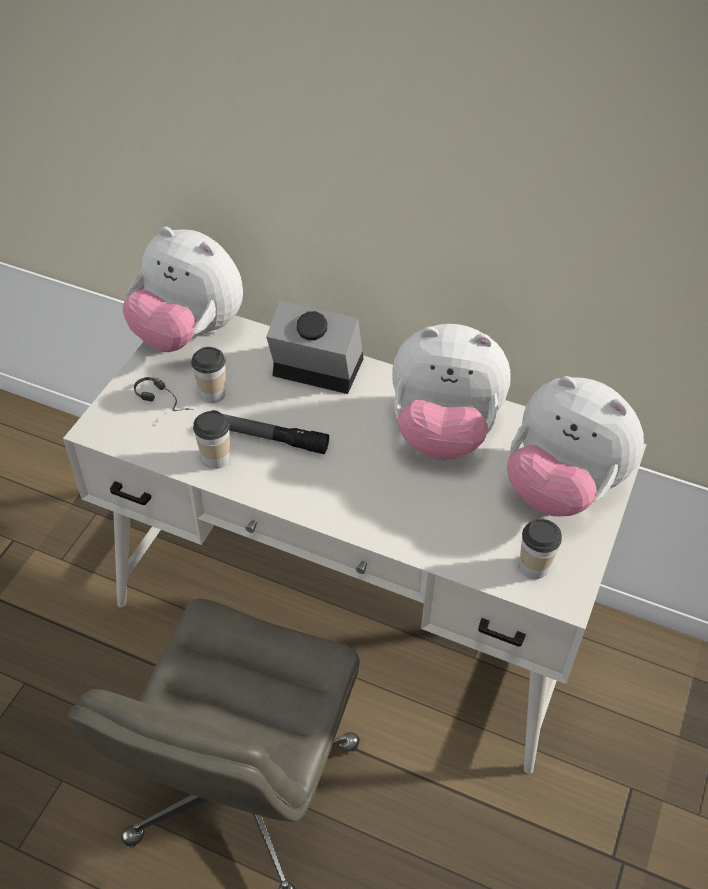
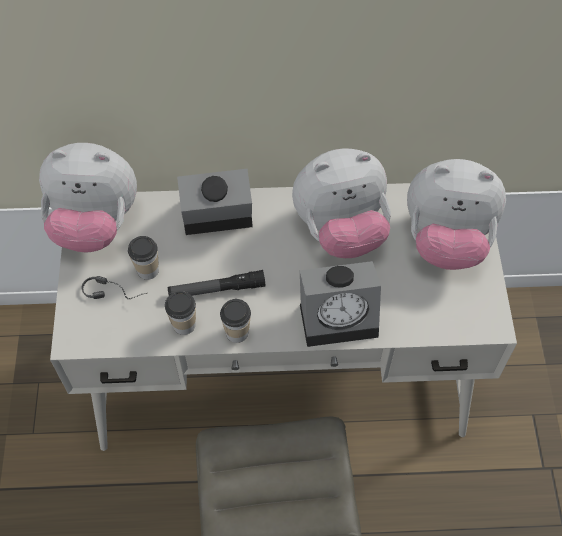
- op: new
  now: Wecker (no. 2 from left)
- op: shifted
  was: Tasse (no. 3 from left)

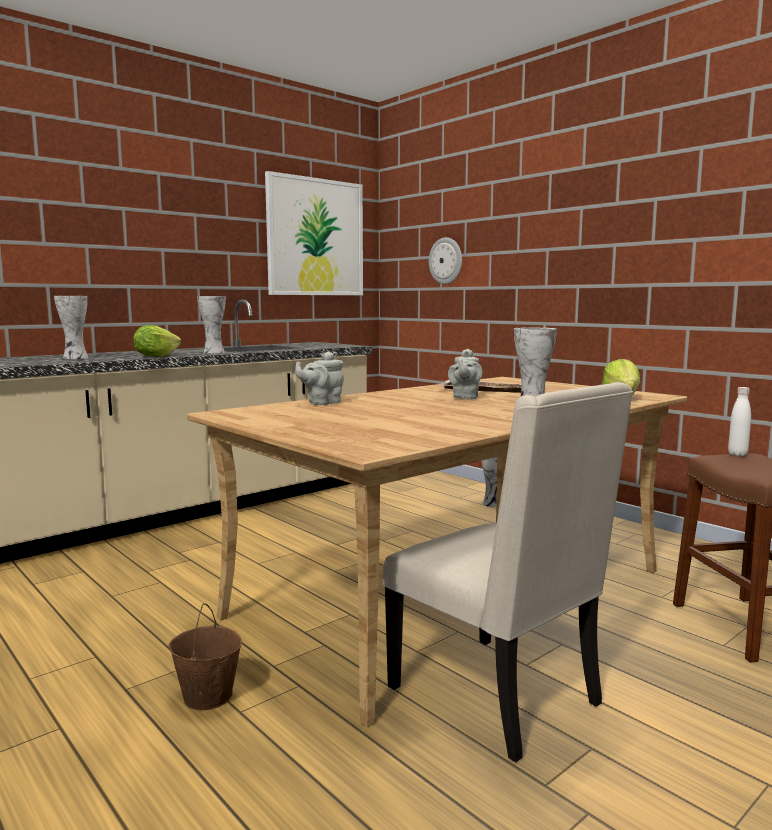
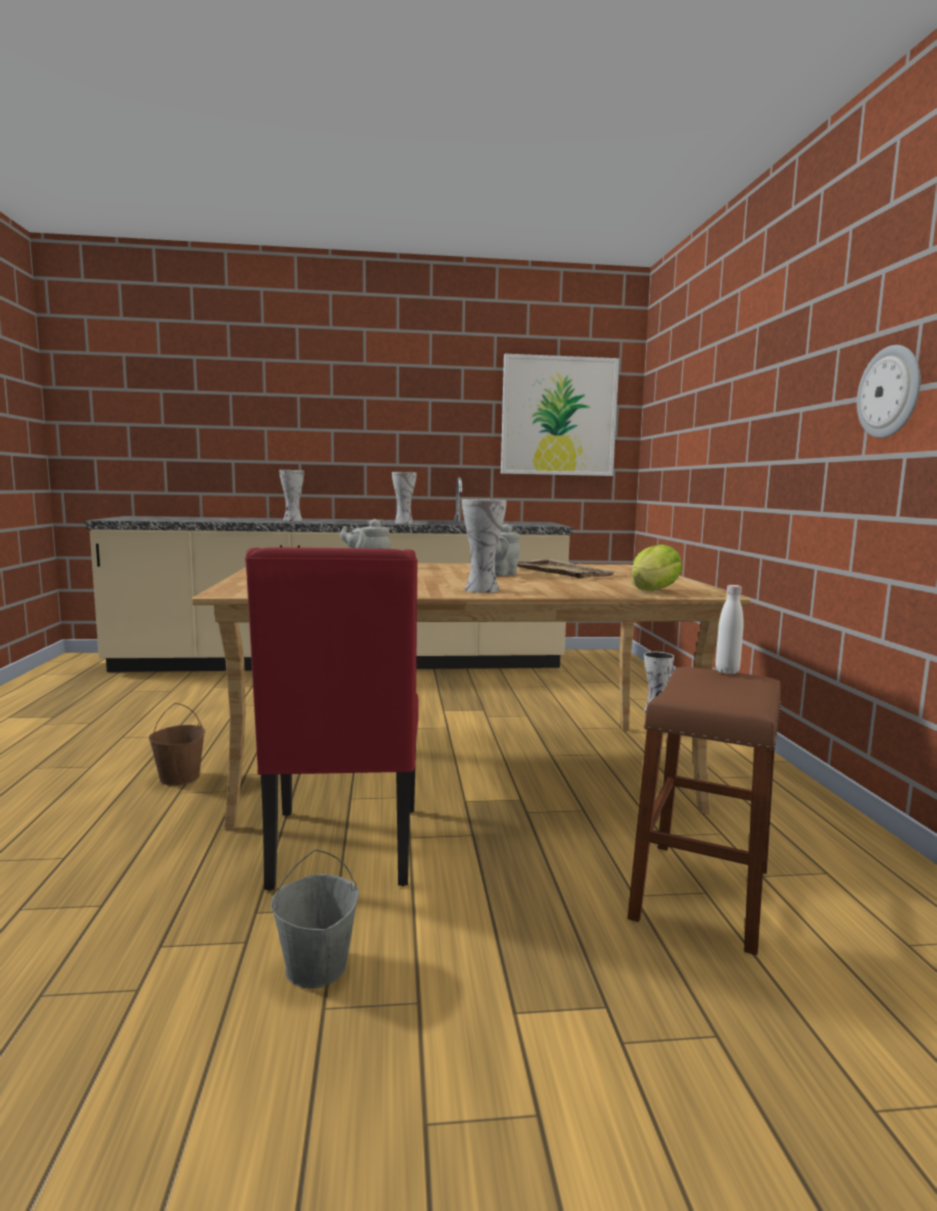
- op: gone
  was: Salatkopf (no. 1 from left)
- op: new
  now: Eimer [grau]
- op: shifted
  was: Wanduhr
- op: repainted
  was: Stuhl [beige]
  now: Stuhl [rot]

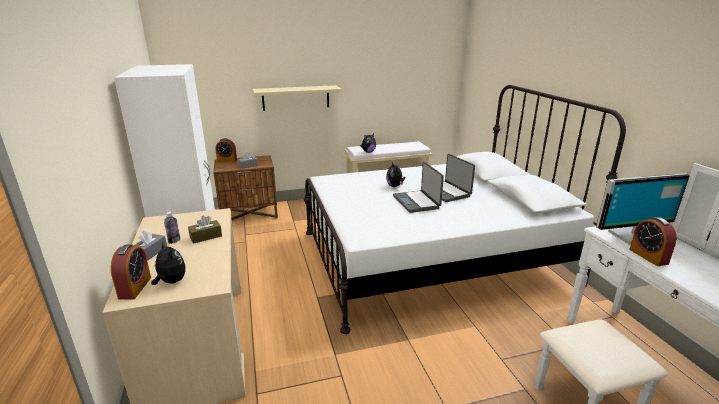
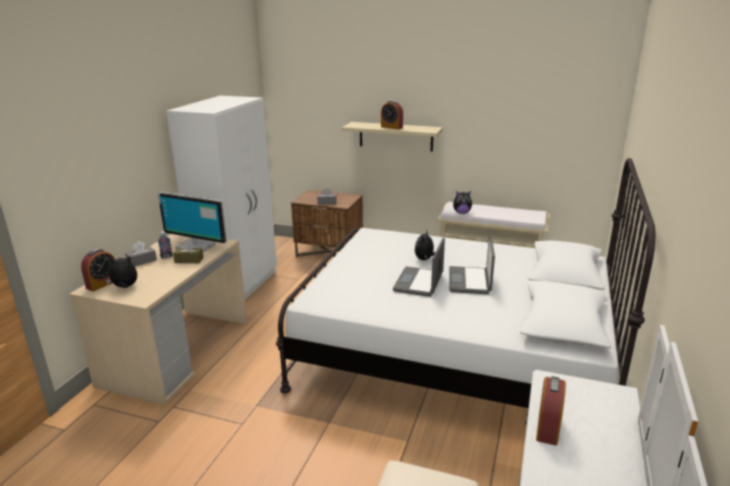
- op: shifted
  was: Wecker (no. 2 from left)
- op: shifted
  was: Monitor
- op: rotated
  was: Plüschtier (no. 1 from left)
  clockwise: -90

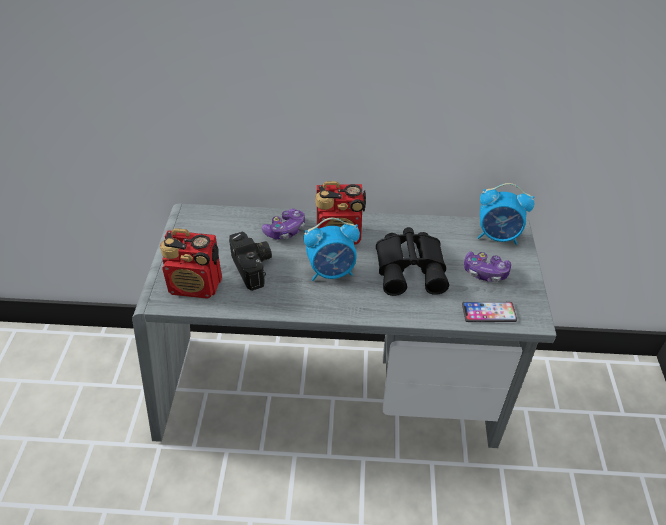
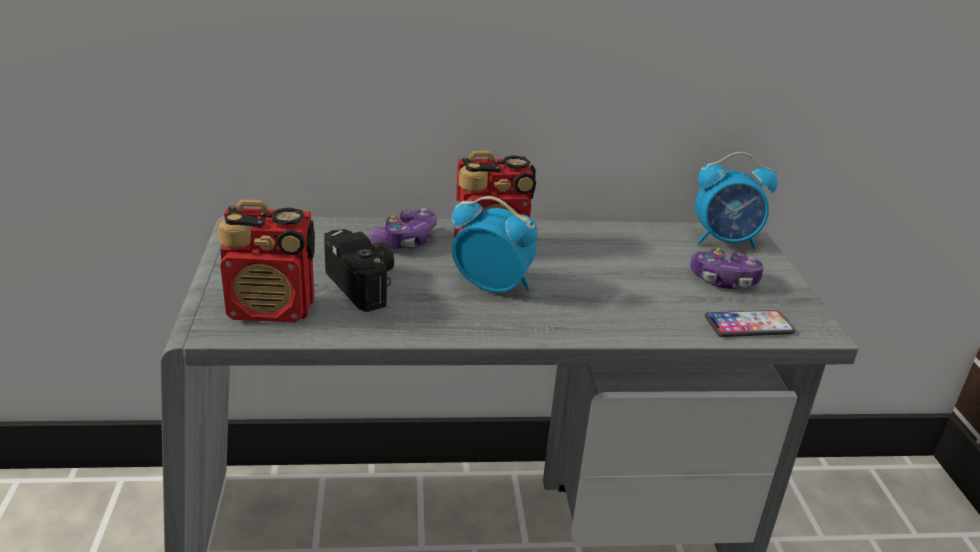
- op: gone
  was: Fernglas [schwarz]
- op: rotated
  was: Wecker (no. 1 from left)
  clockwise: -135

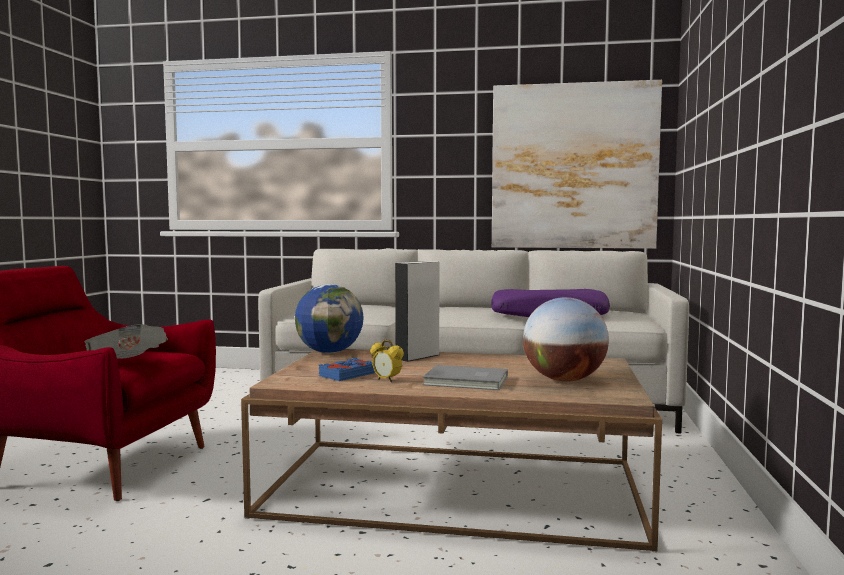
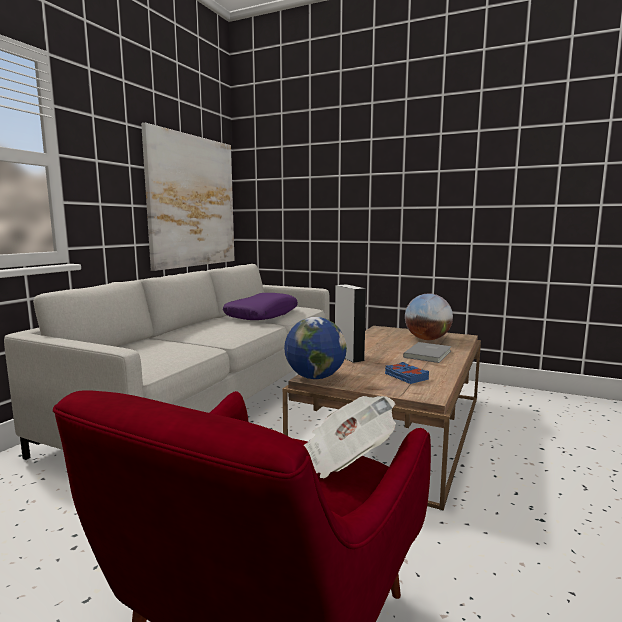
- op: gone
  was: Wecker

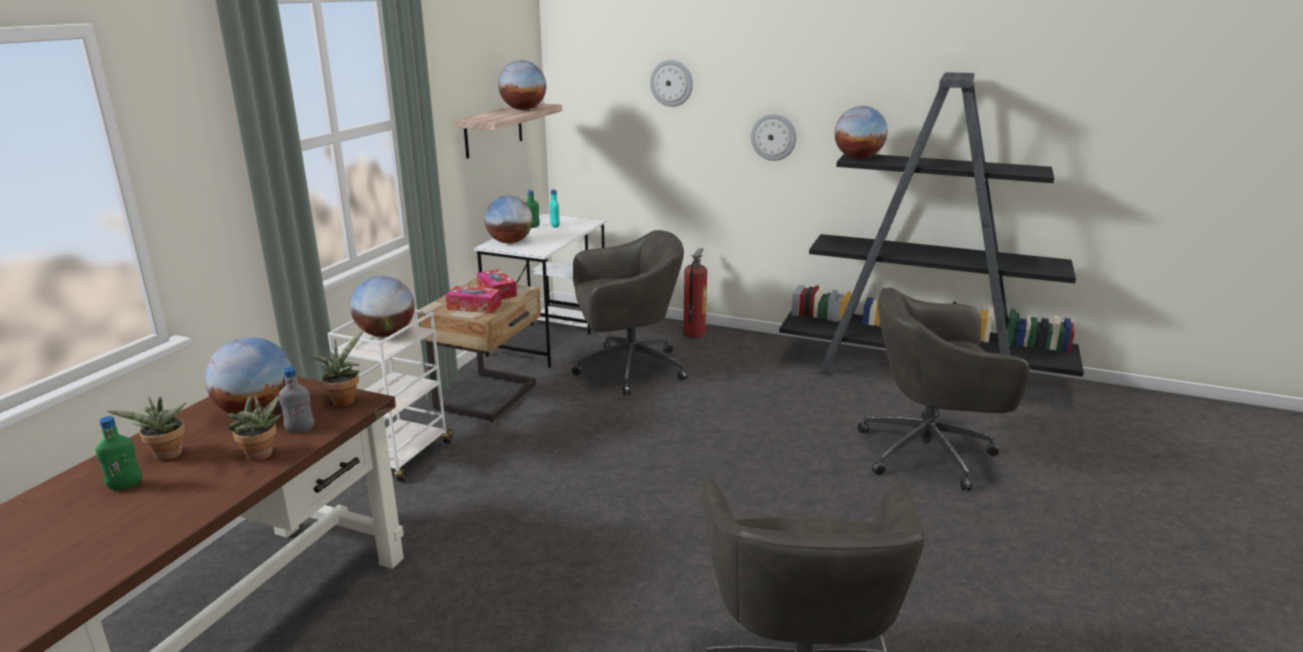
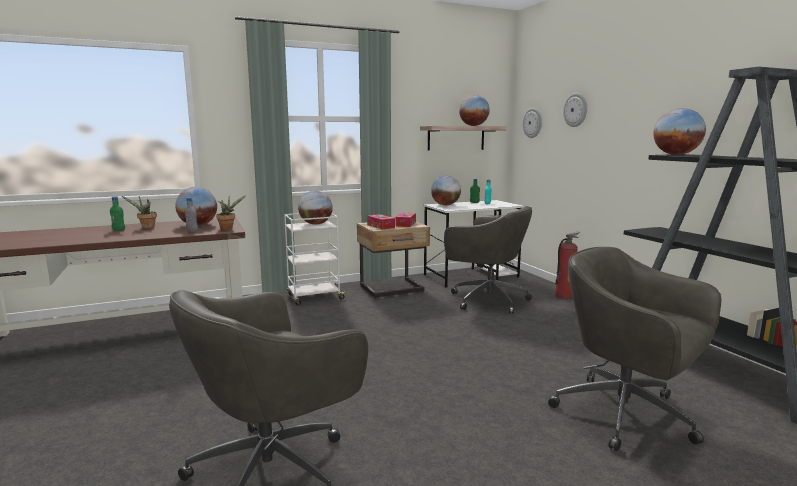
- op: gone
  was: Topfpflanze (no. 2 from left)
- op: shifted
  was: Wanduhr (no. 2 from left in the first image)
  now: Wanduhr (no. 1 from left)

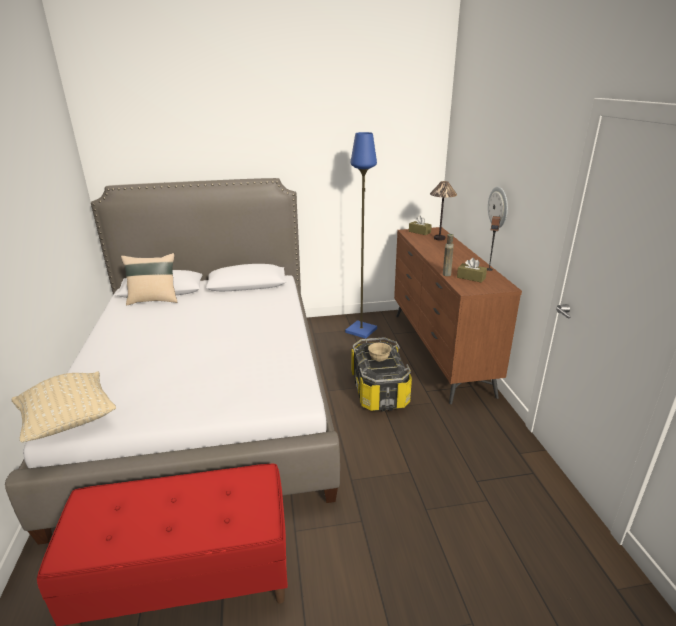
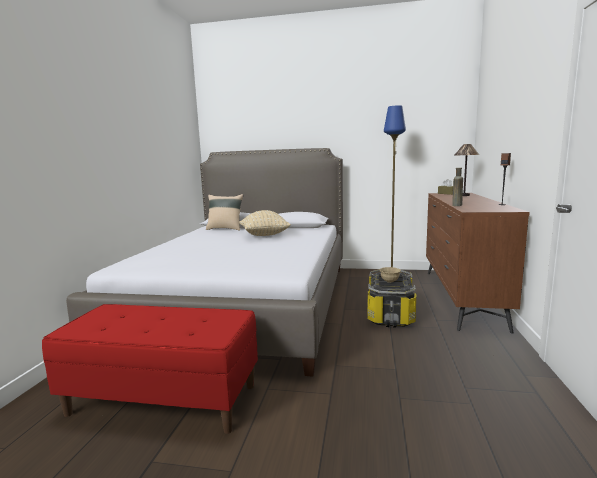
- op: gone
  was: Taschentuchbox [braun] (no. 2 from left)
- op: gone
  was: Wanduhr
- op: shifted
  was: Kissen [beige] (no. 1 from left in the first image)
  now: Kissen [beige] (no. 2 from left)

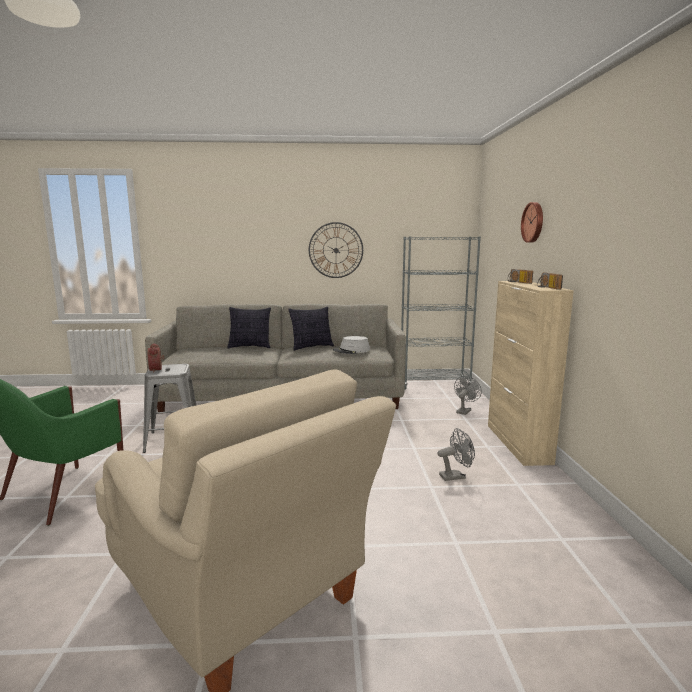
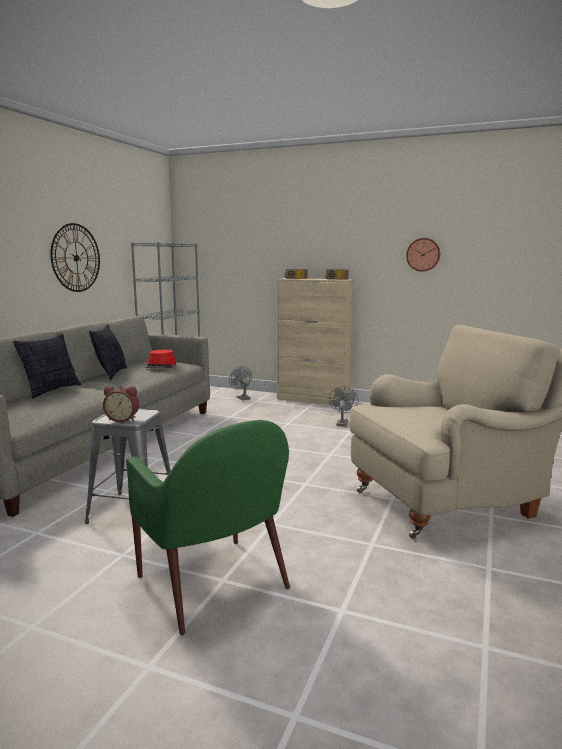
- op: shifted
  was: Wanduhr (no. 2 from left)
- op: repainted
  was: Hut [grau]
  now: Hut [rot]

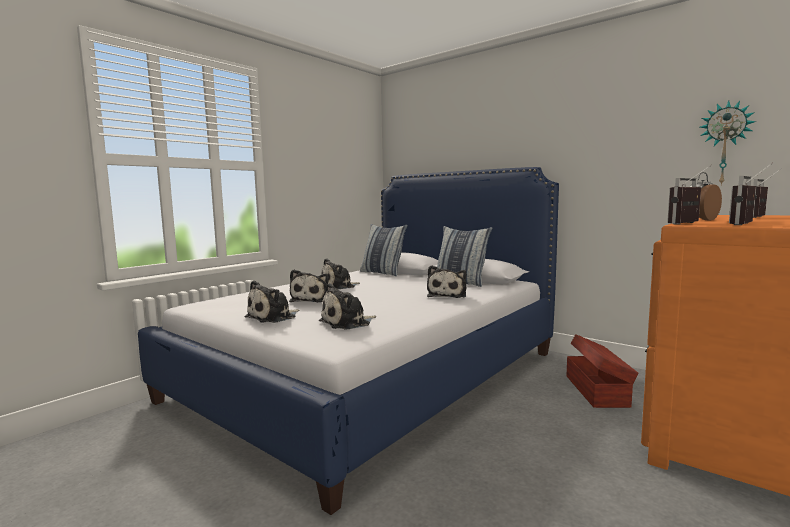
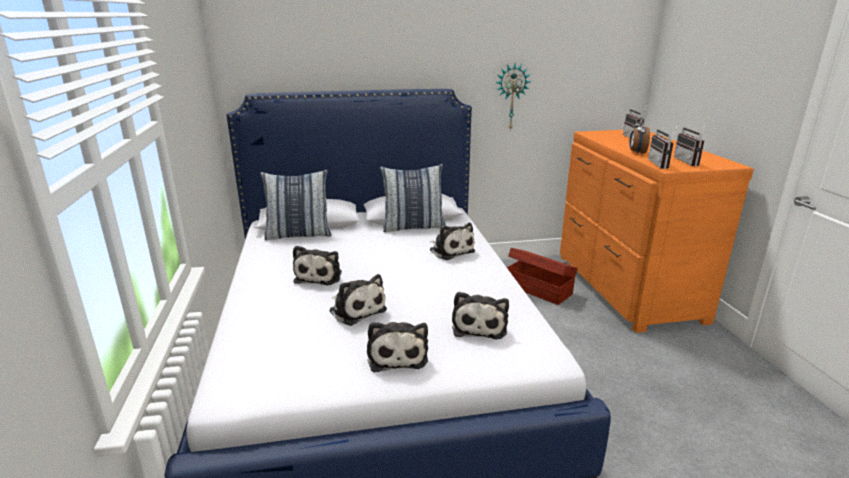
- op: shifted
  was: Wanduhr

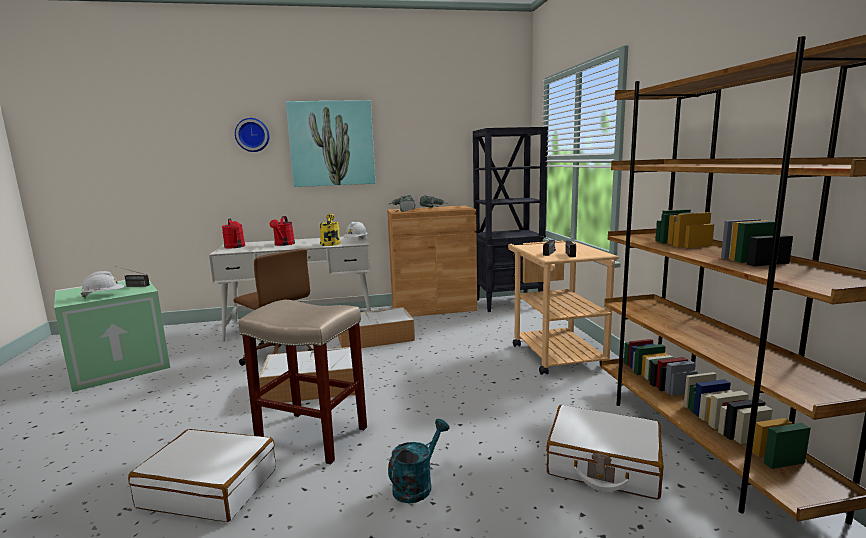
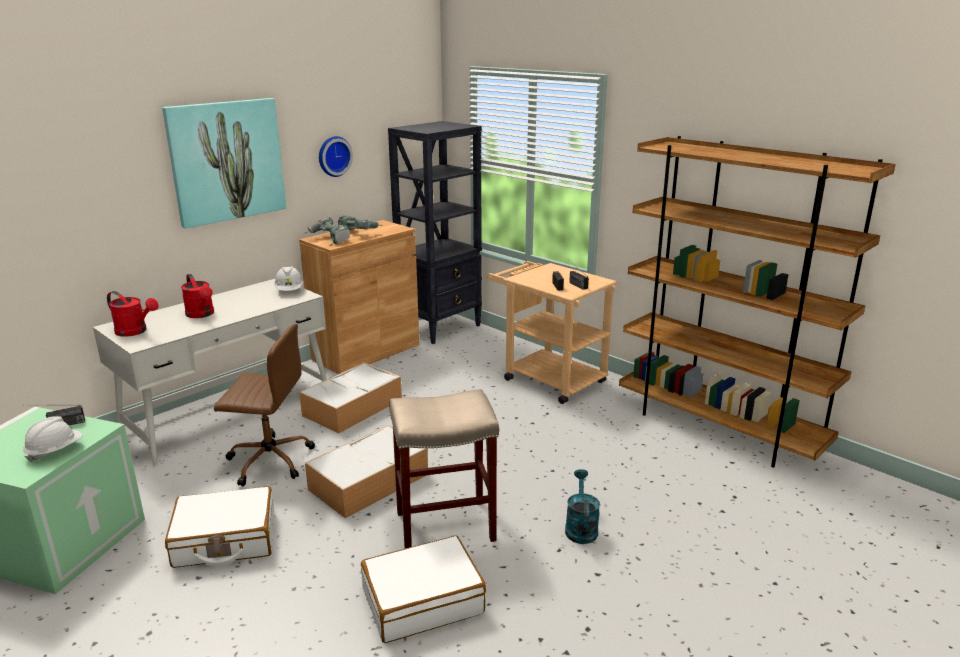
- op: gone
  was: Gießkanne [gelb]
- op: shifted
  was: Wanduhr
- op: shifted
  was: Koffer [weiß] (no. 2 from left in the first image)
  now: Koffer [weiß] (no. 1 from left)

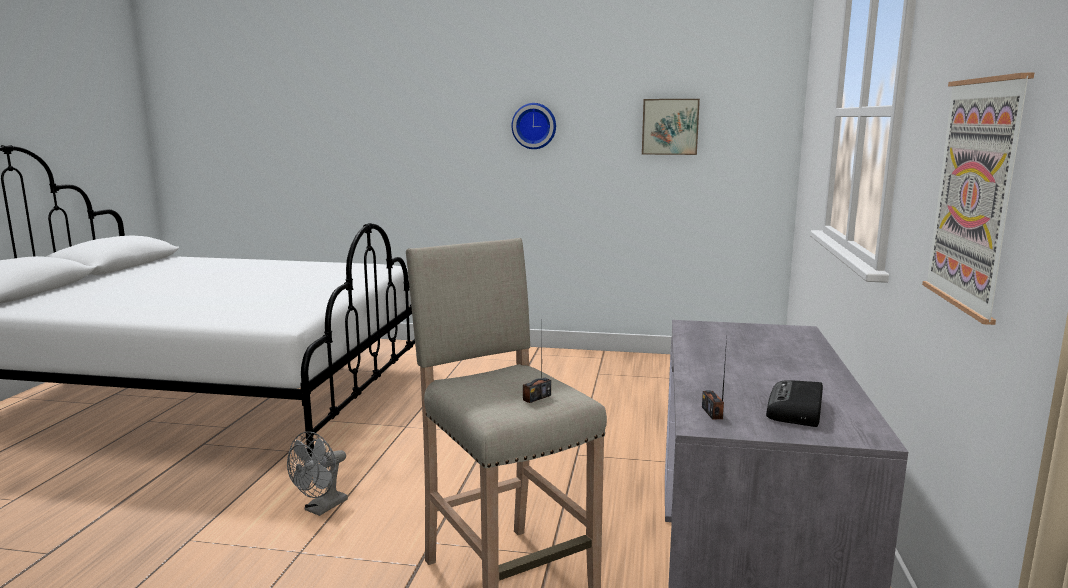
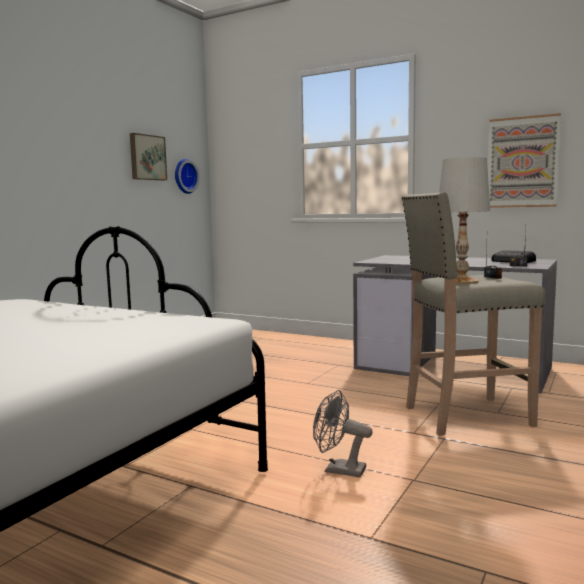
- op: new
  now: Tischlampe [weiß]
- op: shifted
  was: Wanduhr
- op: rotated
  was: Ventilator [grau]
  clockwise: 150

